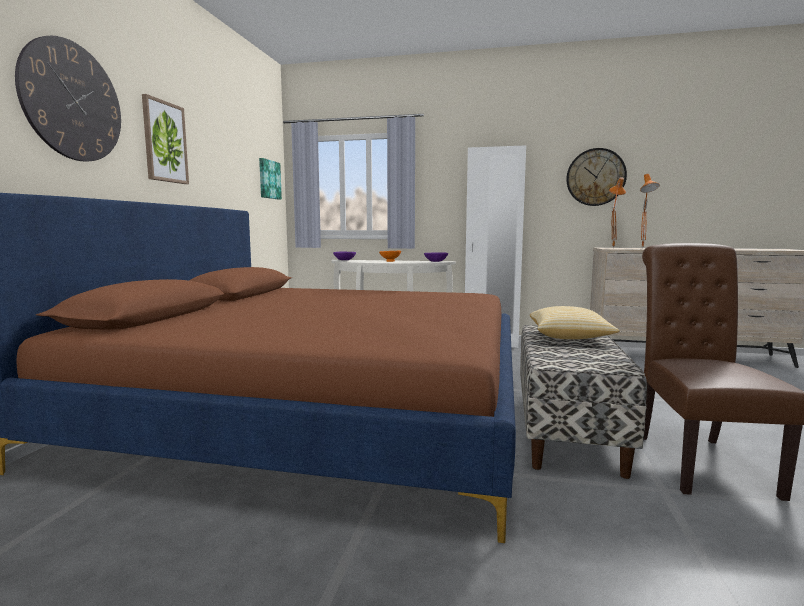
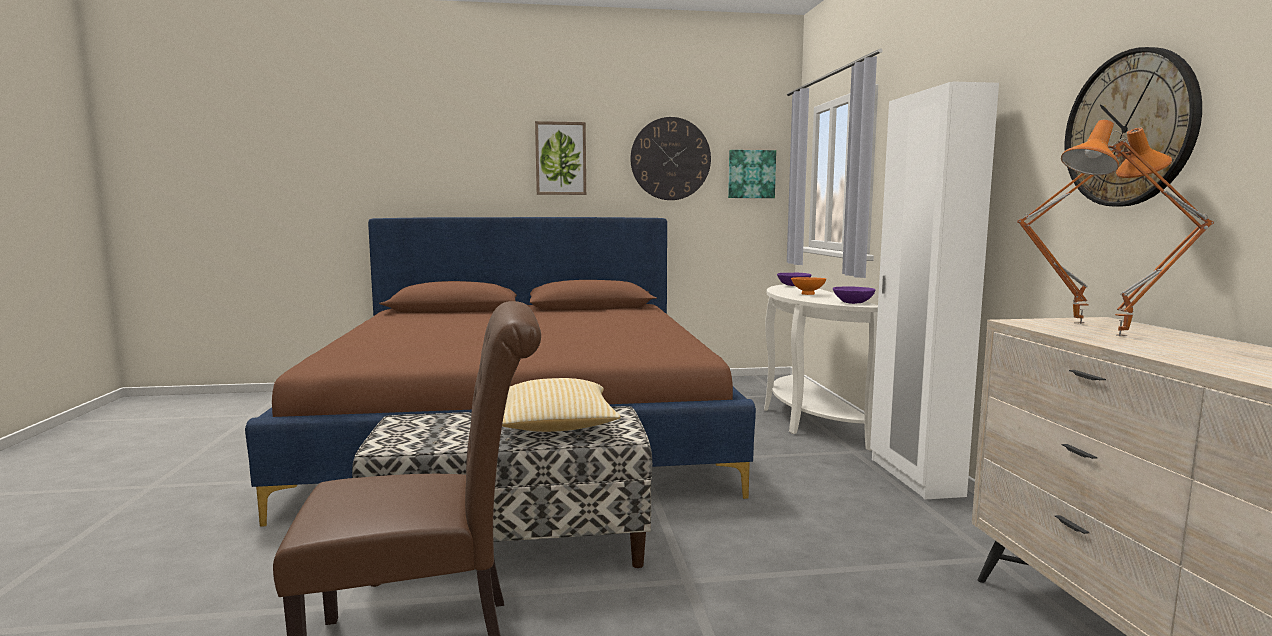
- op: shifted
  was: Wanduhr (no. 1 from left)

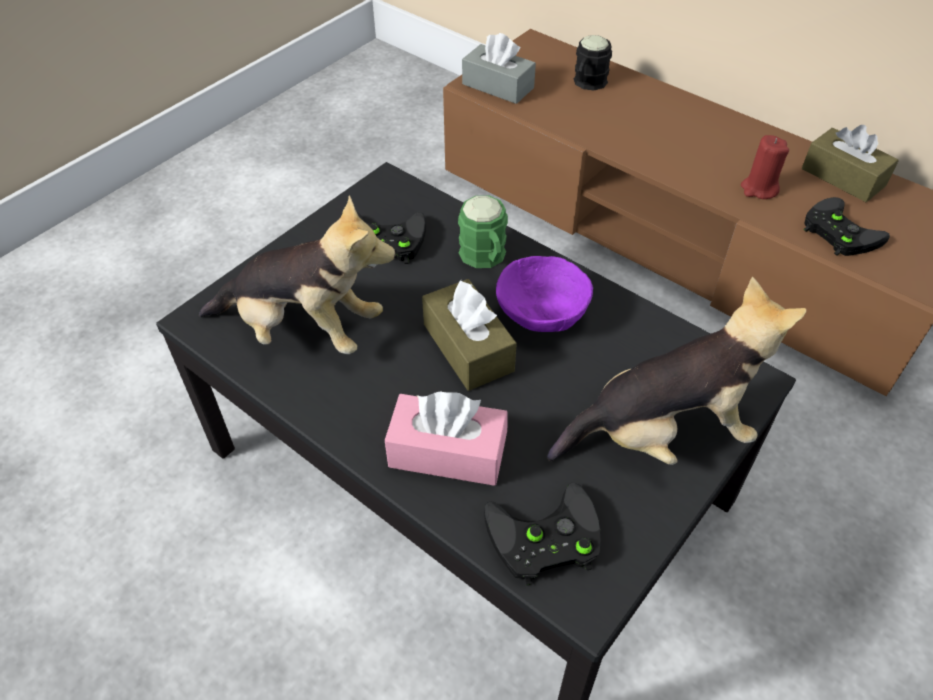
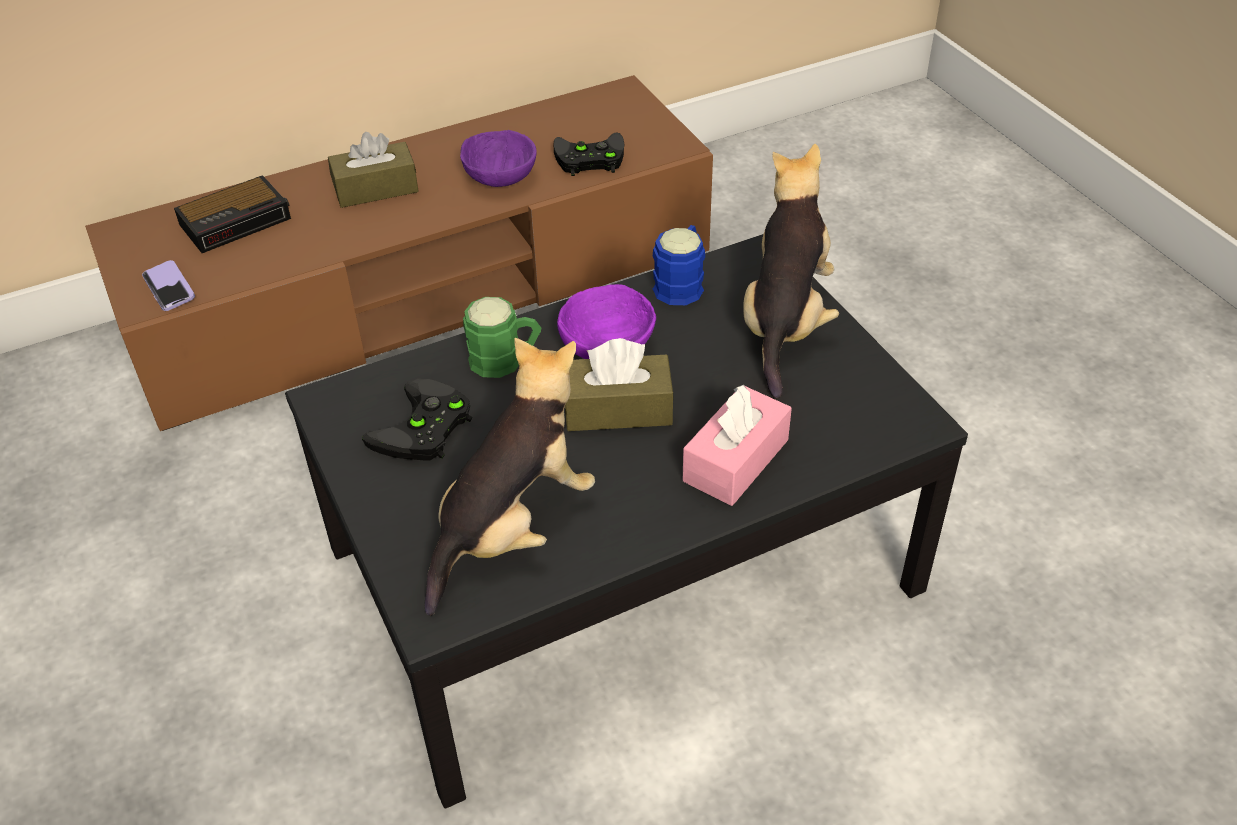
- op: gone
  was: Gamepad [schwarz] (no. 2 from left)
- op: new
  now: Henkelbecher [blau]
- op: shifted
  was: Taschentuchbox [braun] (no. 2 from left in the first image)
  now: Taschentuchbox [braun] (no. 1 from left)
- op: swapped
  was: Taschentuchbox [grau]
  now: Handy
- op: swapped
  was: Henkelbecher [schwarz]
  now: Wecker
- op: swapped
  was: Kerze [rot]
  now: Schüssel [lila] (no. 1 from left)

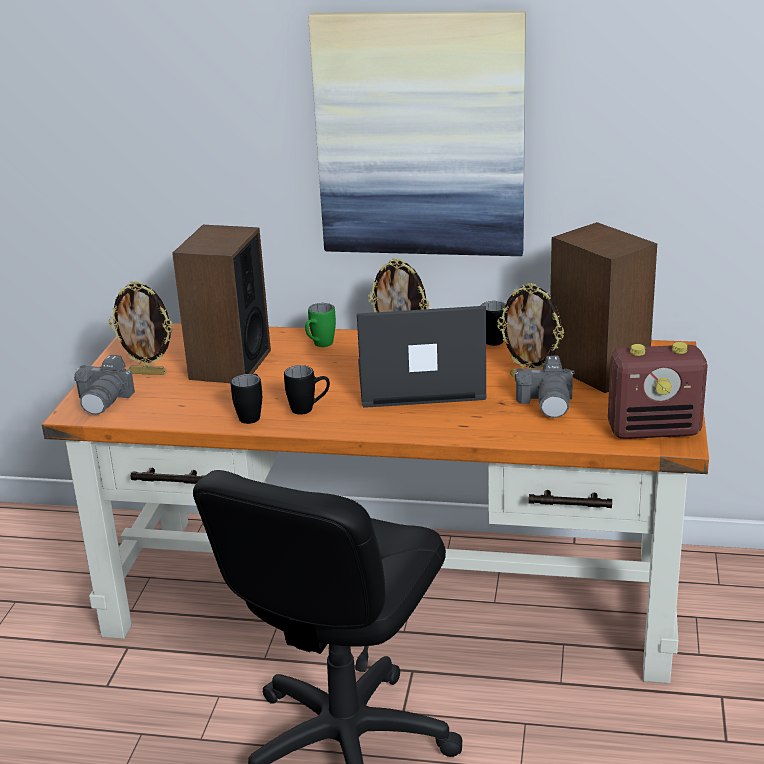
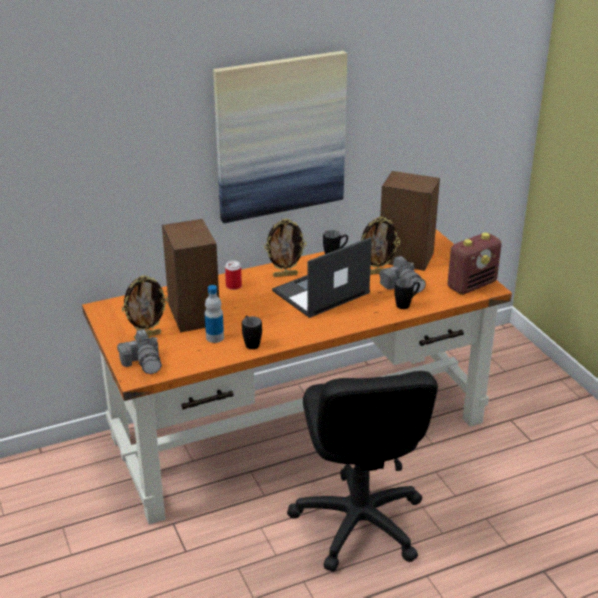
- op: new
  now: Flasche
- op: shifted
  was: Henkelbecher [schwarz] (no. 2 from left in the first image)
  now: Henkelbecher [schwarz] (no. 3 from left)
- op: swapped
  was: Henkelbecher [grün]
  now: Dose

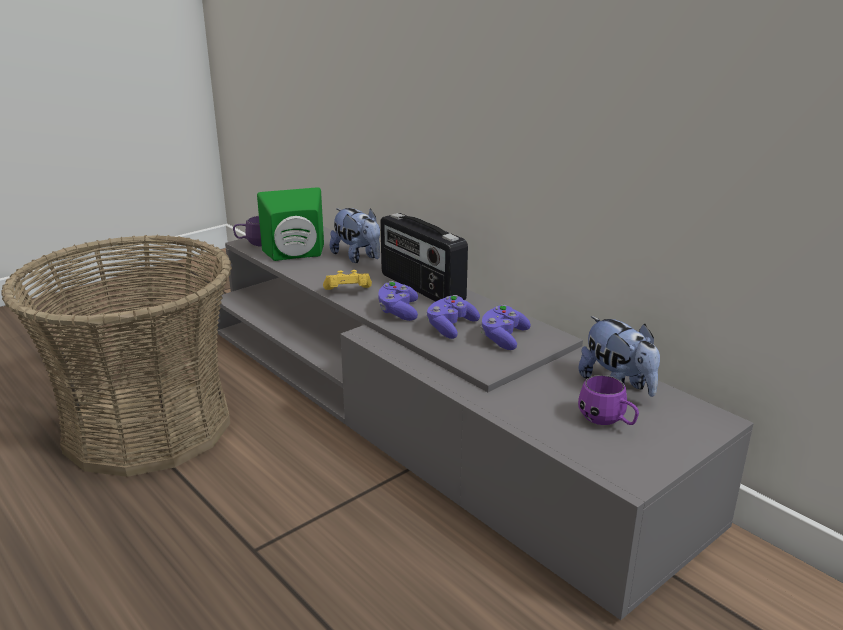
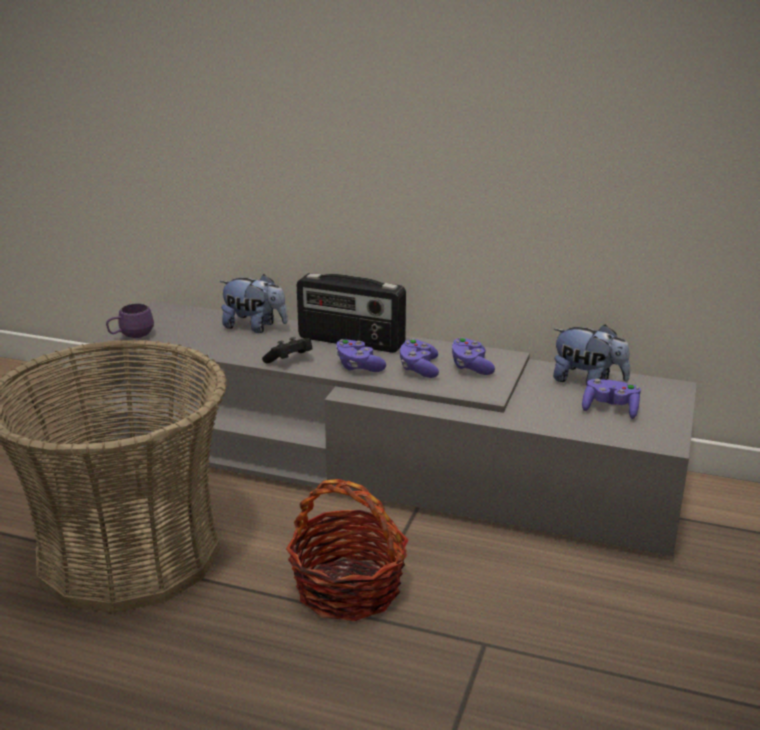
- op: gone
  was: Lautsprecher [grün]
- op: new
  now: Korb (no. 2 from left)
- op: swapped
  was: Henkelbecher [lila] (no. 2 from left)
  now: Gamepad [lila] (no. 4 from left)
- op: repainted
  was: Gamepad [gelb]
  now: Gamepad [schwarz]

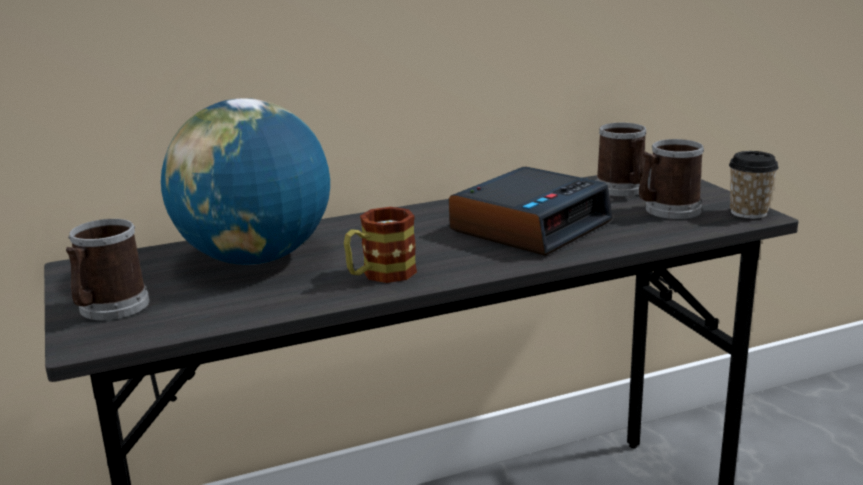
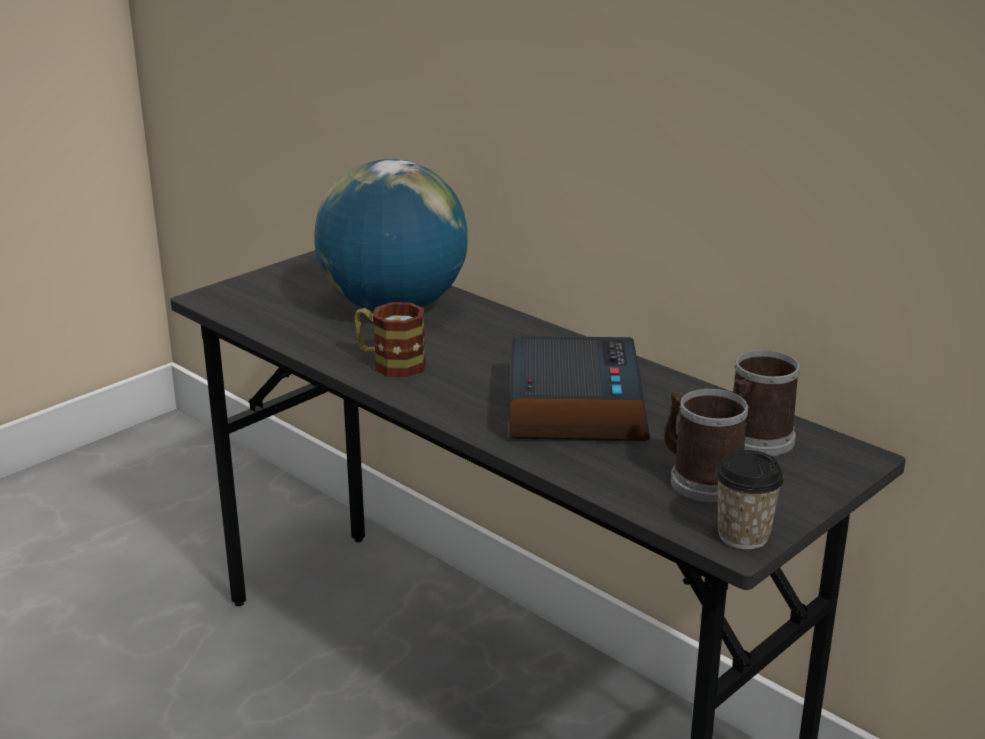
- op: gone
  was: Henkelbecher (no. 1 from left)
- op: rotated
  was: Wecker
  clockwise: -105

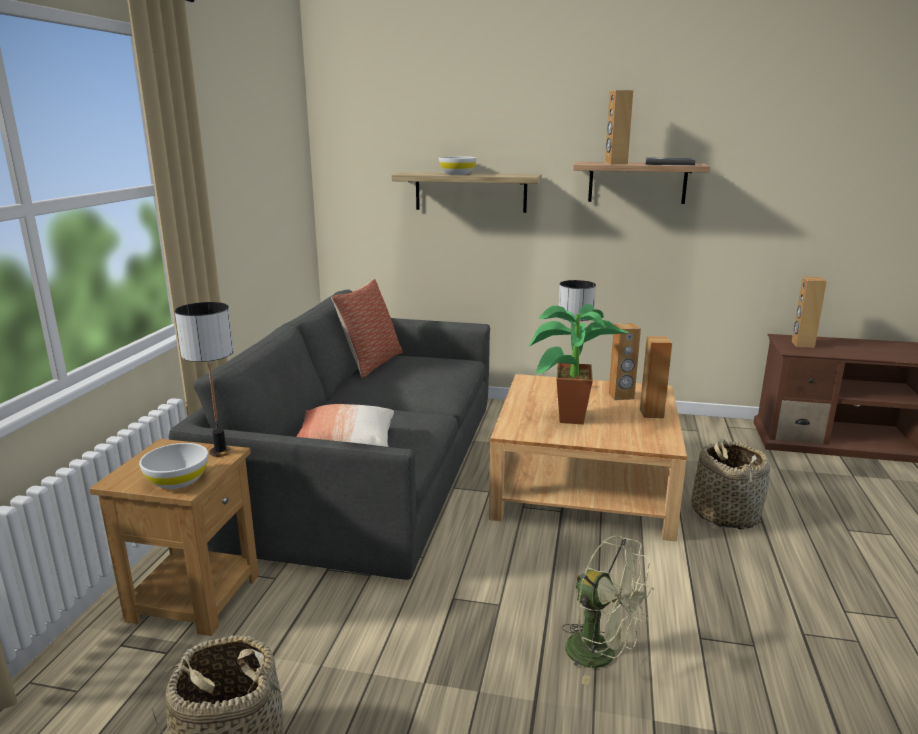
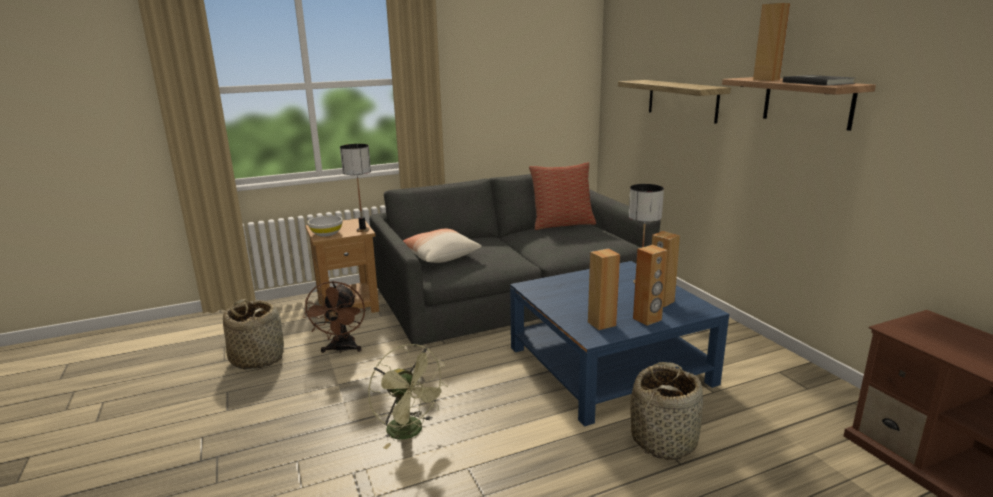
- op: gone
  was: Schüssel [weiß] (no. 2 from left)
- op: gone
  was: Topfpflanze
- op: new
  now: Ventilator [braun]
- op: shifted
  was: Lautsprecher [braun] (no. 4 from left in the first image)
  now: Lautsprecher [braun] (no. 1 from left)
- op: repainted
  was: Couchtisch [beige]
  now: Couchtisch [blau]
- op: rotated
  was: Ventilator [grün]
  clockwise: -45

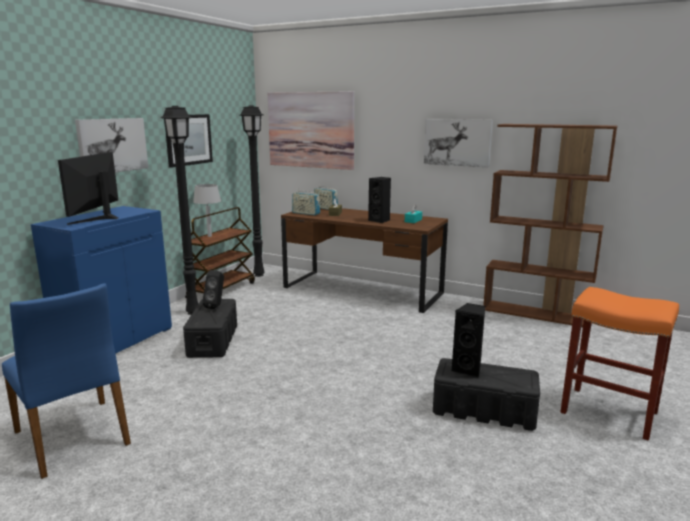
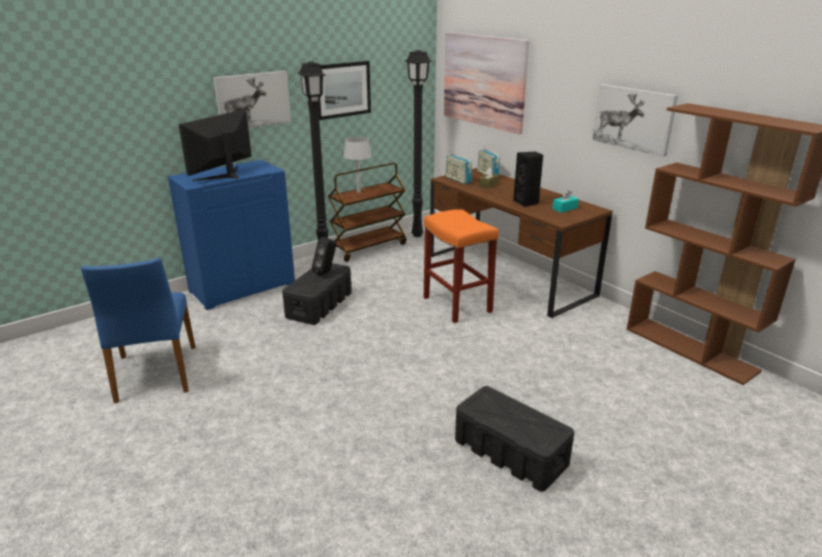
- op: gone
  was: Lautsprecher [schwarz] (no. 3 from left)
- op: shifted
  was: Hocker [orange]

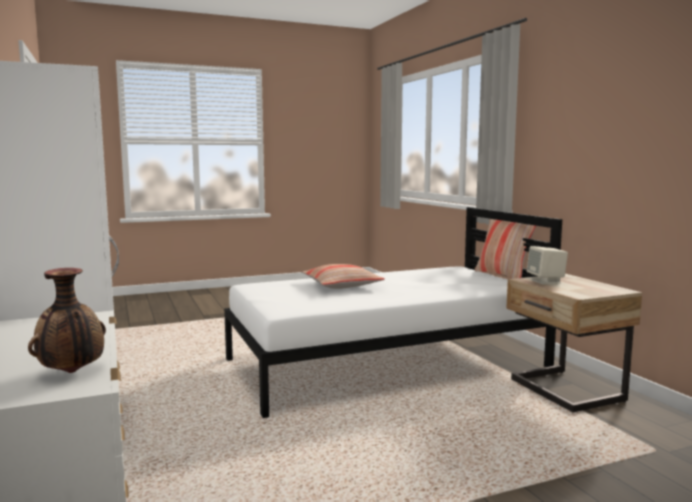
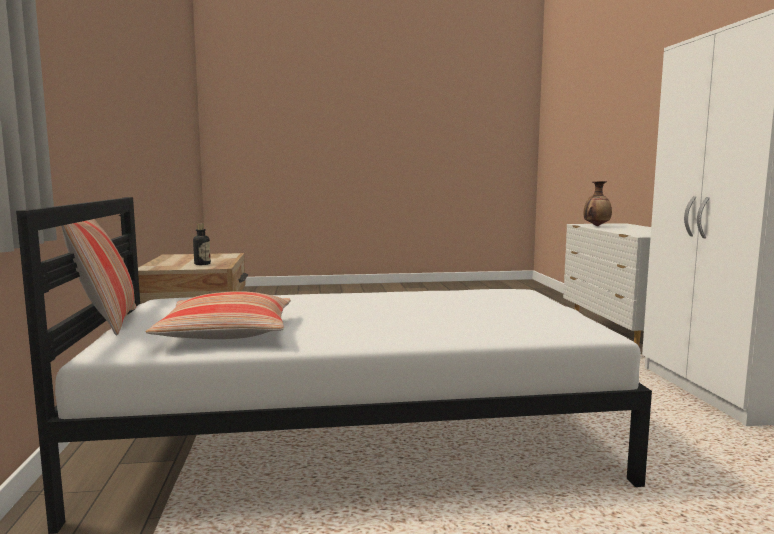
- op: shifted
  was: Kissen (no. 1 from left in the first image)
  now: Kissen (no. 2 from left)
- op: swapped
  was: Lautsprecher [beige]
  now: Flasche

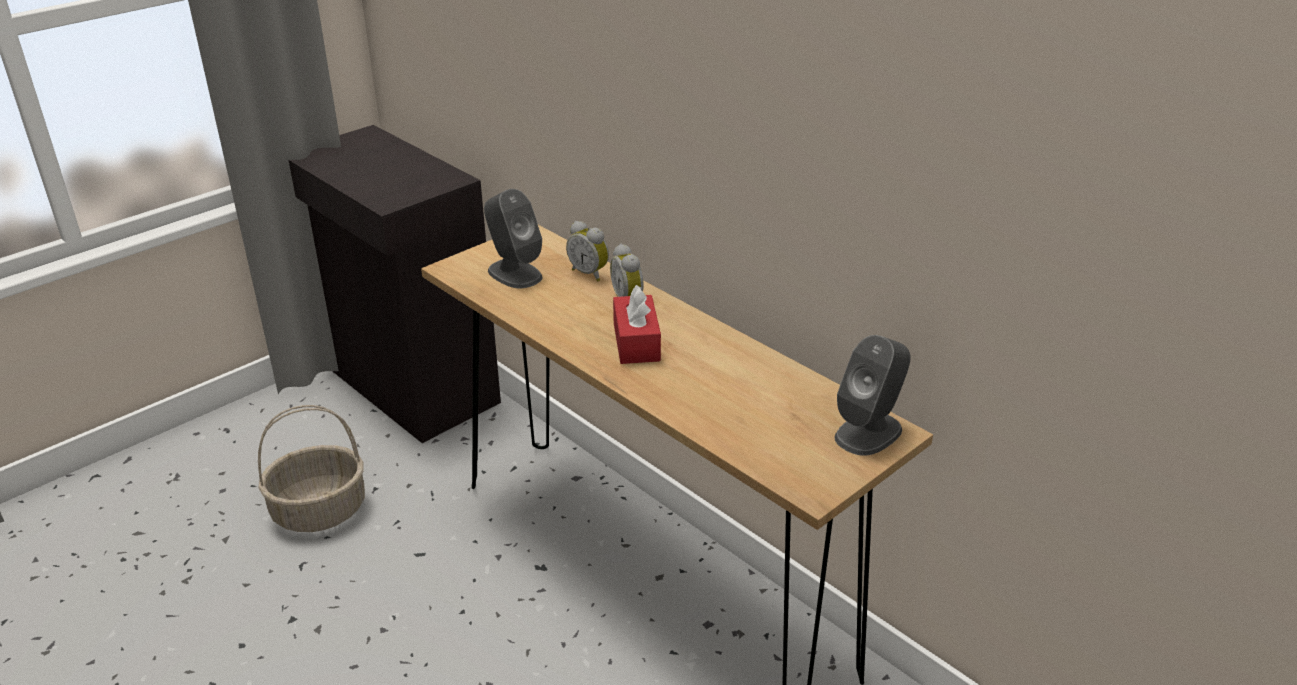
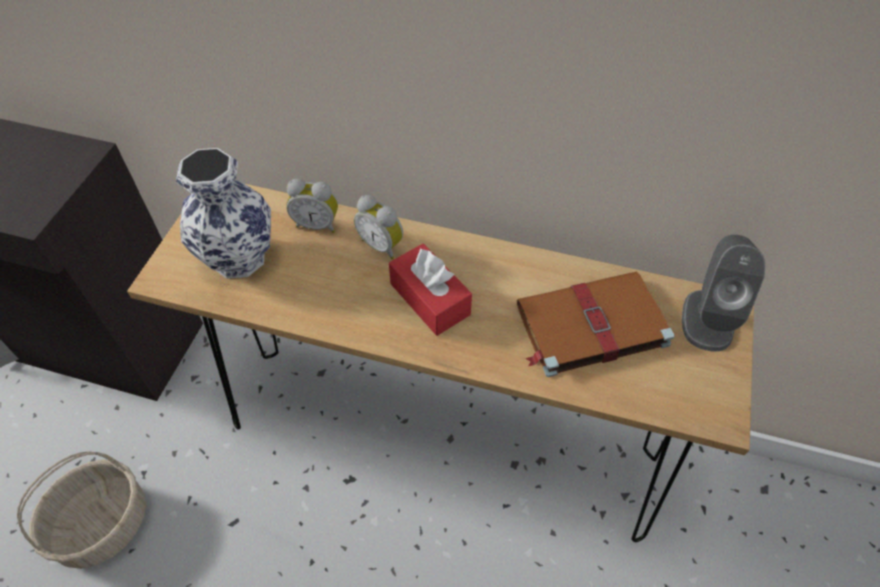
- op: new
  now: Buch [braun]
- op: swapped
  was: Lautsprecher [grau] (no. 1 from left)
  now: Vase

